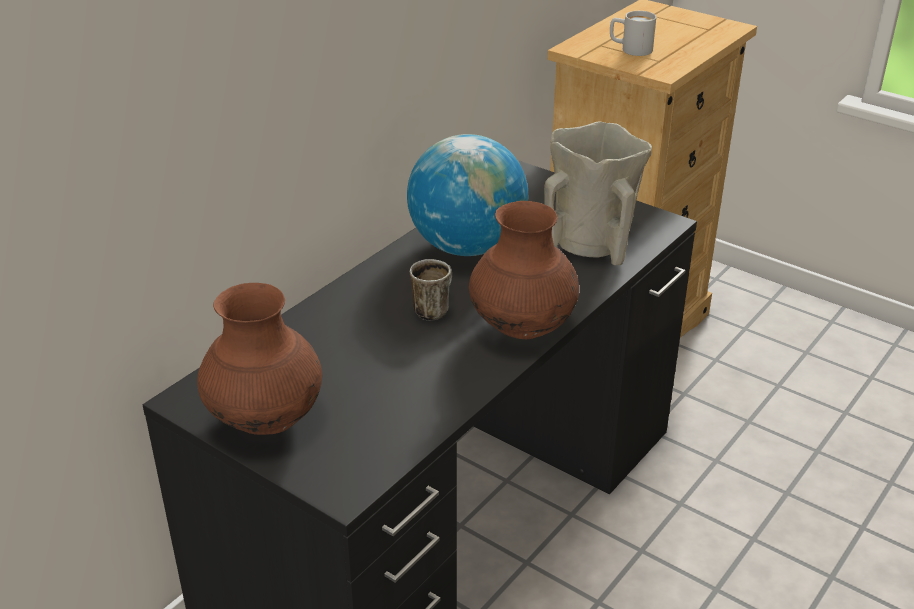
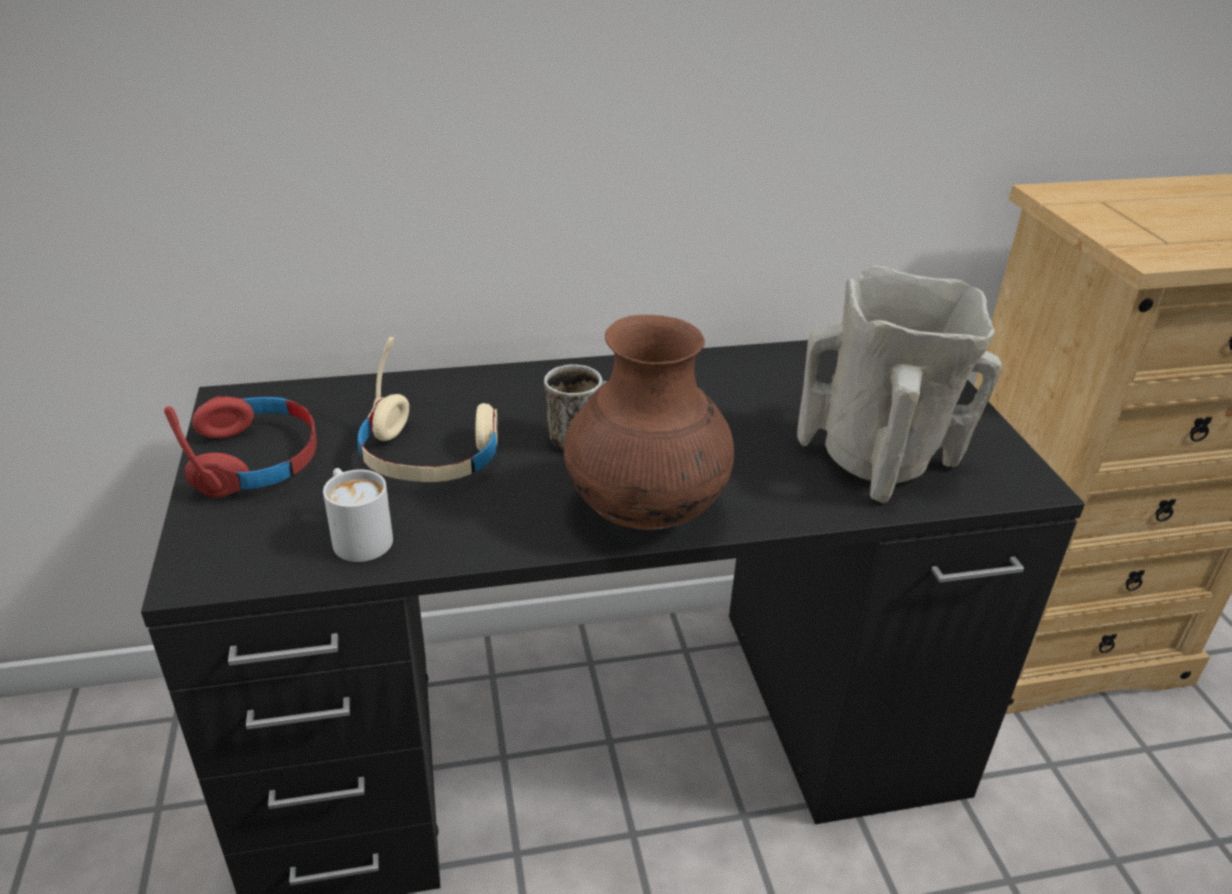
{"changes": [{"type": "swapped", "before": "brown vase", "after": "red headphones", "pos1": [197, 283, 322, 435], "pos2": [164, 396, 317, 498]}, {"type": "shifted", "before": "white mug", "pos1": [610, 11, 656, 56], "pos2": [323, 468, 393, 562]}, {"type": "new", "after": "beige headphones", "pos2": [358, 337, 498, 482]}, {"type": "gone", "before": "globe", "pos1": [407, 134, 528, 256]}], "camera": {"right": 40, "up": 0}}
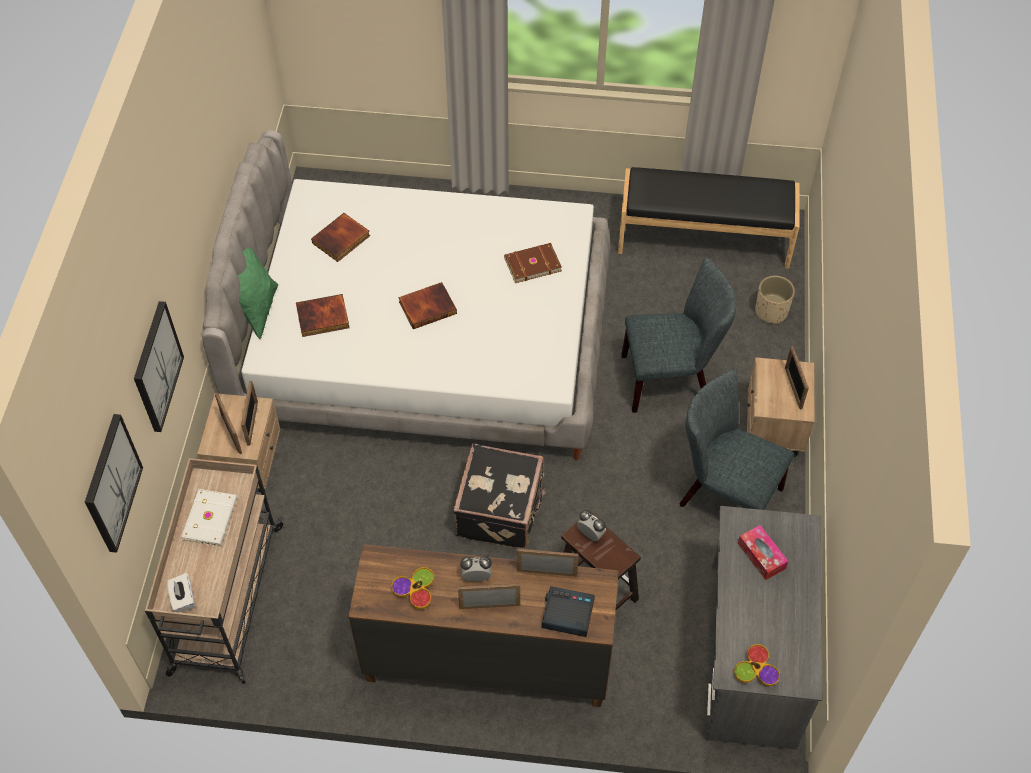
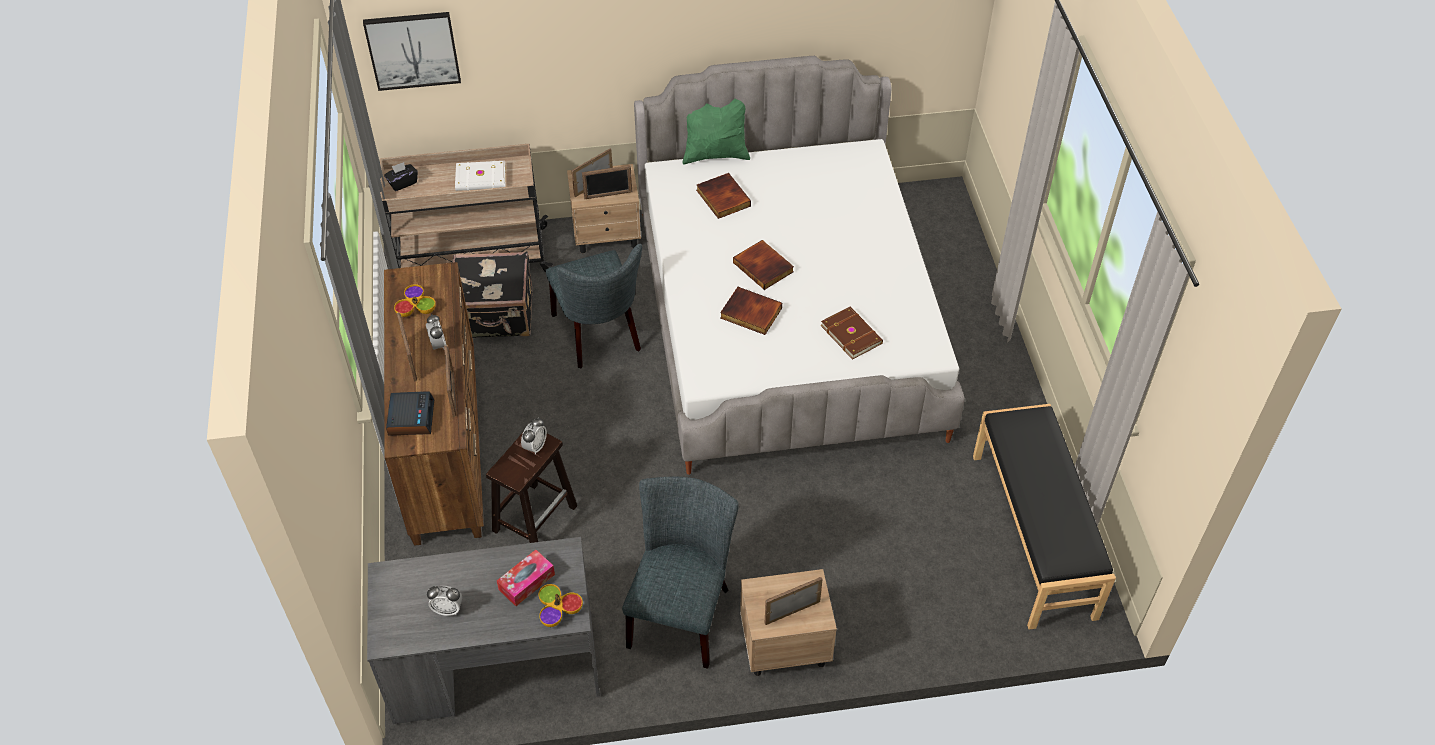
{"changes": [{"type": "repainted", "before": "white tissue box", "after": "black tissue box", "pos1": [167, 573, 195, 612], "pos2": [384, 162, 418, 191]}, {"type": "new", "after": "alarm clock", "pos2": [427, 586, 462, 616]}, {"type": "shifted", "before": "black suitcase", "pos1": [453, 443, 546, 549], "pos2": [453, 251, 532, 338]}, {"type": "shifted", "before": "bowl", "pos1": [734, 644, 780, 686], "pos2": [539, 584, 583, 627]}, {"type": "shifted", "before": "grey chair", "pos1": [621, 257, 736, 413], "pos2": [546, 244, 642, 368]}, {"type": "shifted", "before": "book", "pos1": [311, 213, 370, 262], "pos2": [720, 287, 782, 335]}, {"type": "gone", "before": "picture", "pos1": [134, 301, 184, 432]}, {"type": "gone", "before": "beige planter", "pos1": [755, 276, 795, 324]}], "camera": {"right": 75, "up": -5}}
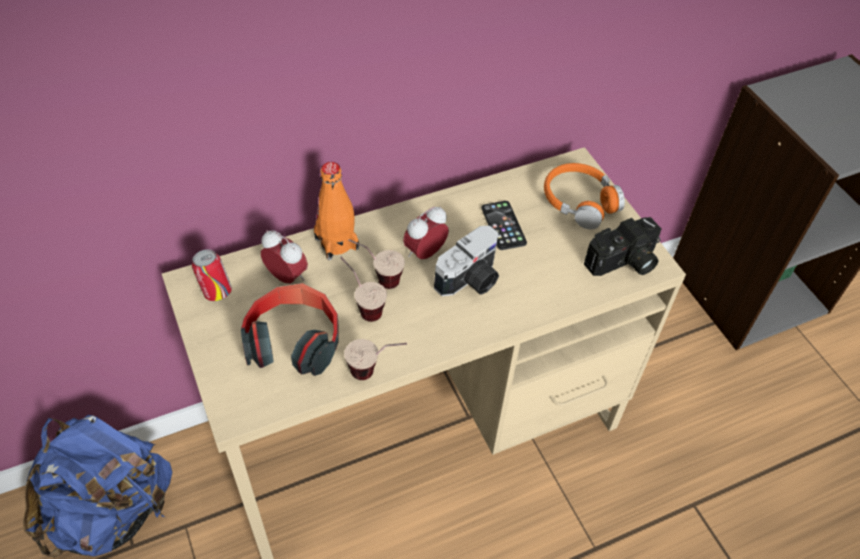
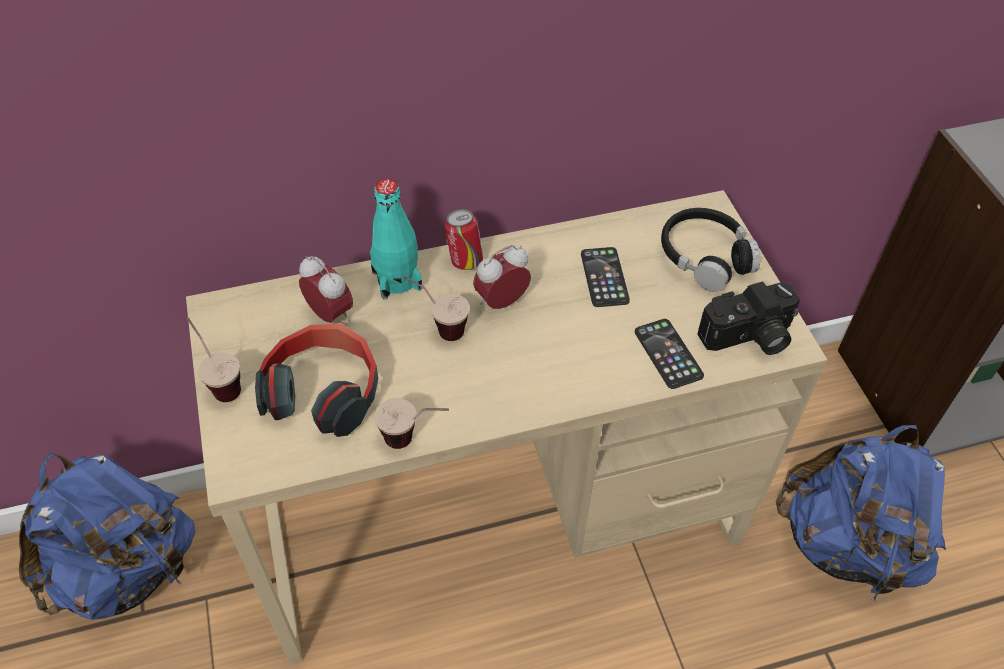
{"changes": [{"type": "shifted", "before": "cup", "pos1": [340, 257, 387, 322], "pos2": [187, 317, 241, 402]}, {"type": "repainted", "before": "orange bottle", "after": "turquoise bottle", "pos1": [314, 162, 359, 260], "pos2": [370, 179, 422, 300]}, {"type": "shifted", "before": "can", "pos1": [192, 249, 232, 301], "pos2": [445, 209, 483, 270]}, {"type": "new", "after": "phone", "pos2": [635, 319, 704, 389]}, {"type": "repainted", "before": "orange headphones", "after": "black headphones", "pos1": [544, 163, 625, 229], "pos2": [661, 208, 760, 292]}, {"type": "new", "after": "blue backpack", "pos2": [776, 425, 946, 600]}, {"type": "gone", "before": "photo camera", "pos1": [434, 226, 499, 296]}], "camera": {"right": 10, "up": 0}}
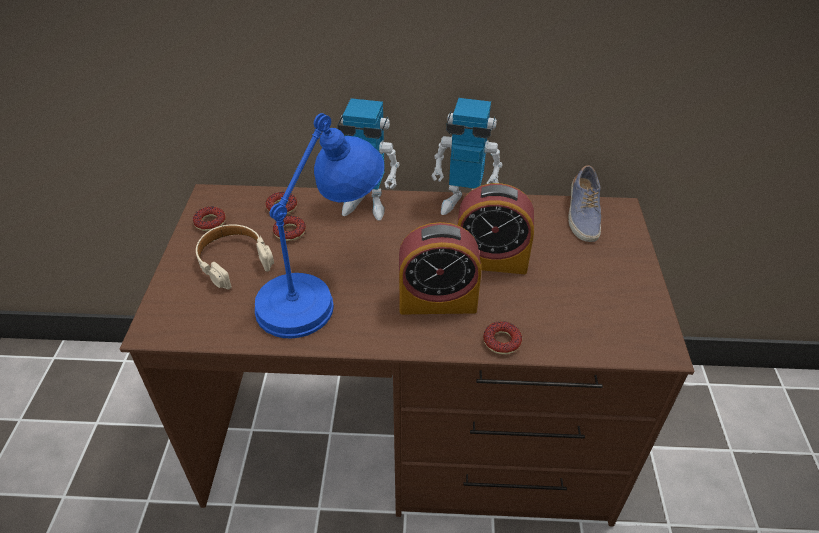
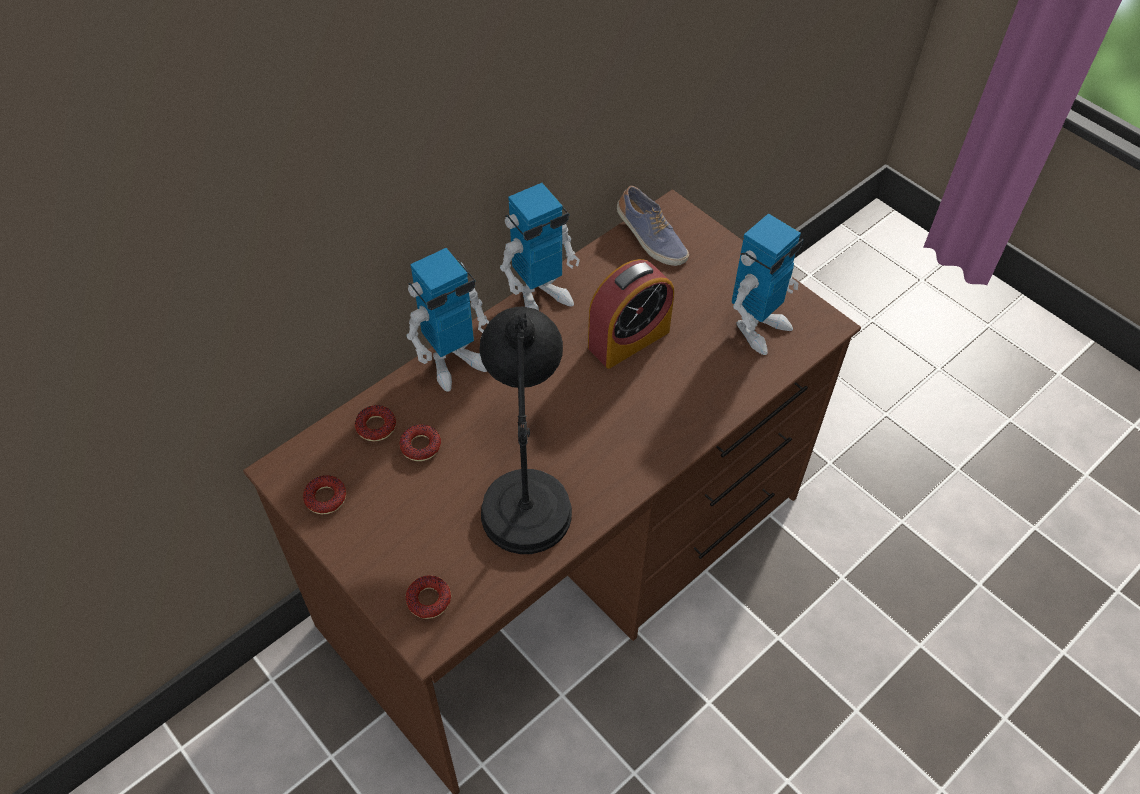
{"changes": [{"type": "shifted", "before": "donut", "pos1": [483, 321, 522, 355], "pos2": [406, 575, 451, 619]}, {"type": "repainted", "before": "blue table lamp", "after": "black table lamp", "pos1": [255, 113, 384, 339], "pos2": [479, 306, 572, 554]}, {"type": "new", "after": "toy robot", "pos2": [732, 213, 804, 355]}, {"type": "gone", "before": "beige headphones", "pos1": [196, 224, 274, 290]}, {"type": "gone", "before": "alarm clock", "pos1": [399, 222, 481, 315]}], "camera": {"right": -45, "up": 10}}
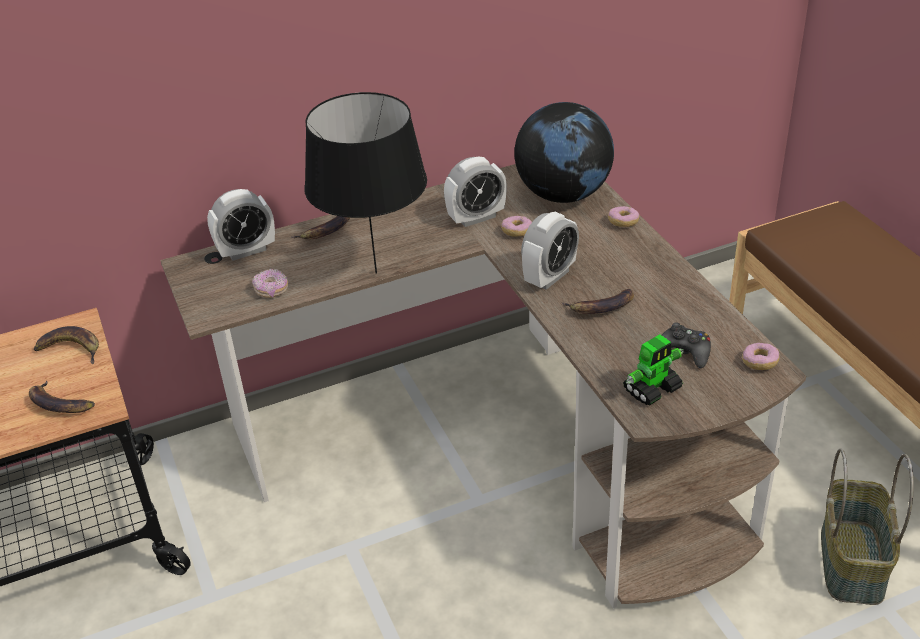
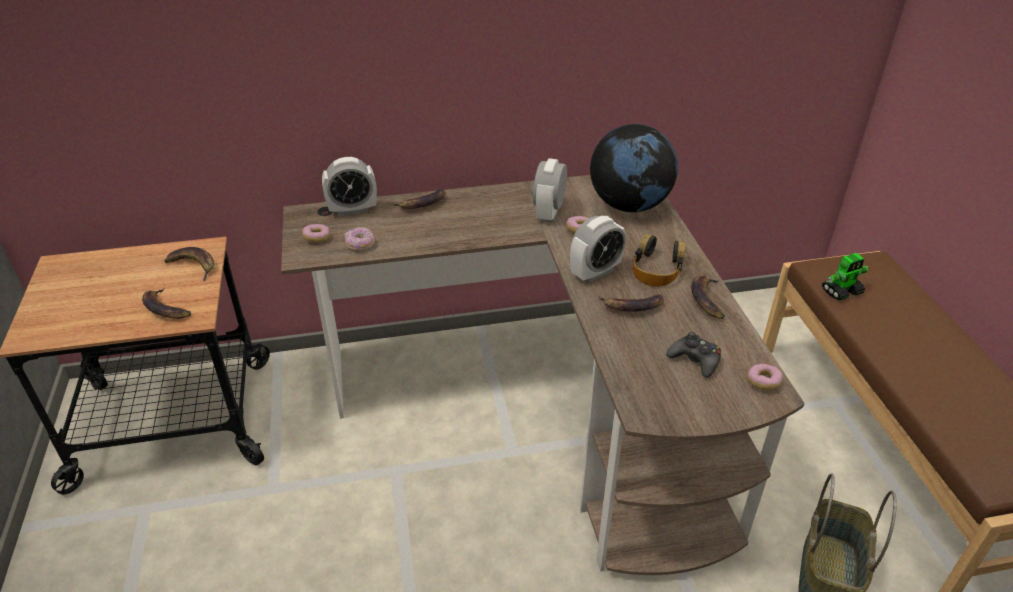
{"changes": [{"type": "shifted", "before": "donut", "pos1": [608, 206, 639, 227], "pos2": [302, 224, 330, 243]}, {"type": "rotated", "before": "alarm clock", "pos1": [444, 157, 507, 227], "pos2": [533, 158, 567, 222], "turn": 120}, {"type": "new", "after": "headphones", "pos2": [632, 234, 685, 287]}, {"type": "new", "after": "banana", "pos2": [691, 275, 725, 319]}, {"type": "shifted", "before": "toy robot", "pos1": [623, 334, 683, 405], "pos2": [822, 253, 869, 300]}, {"type": "gone", "before": "black table lamp", "pos1": [304, 92, 427, 274]}], "camera": {"right": 10, "up": 0}}
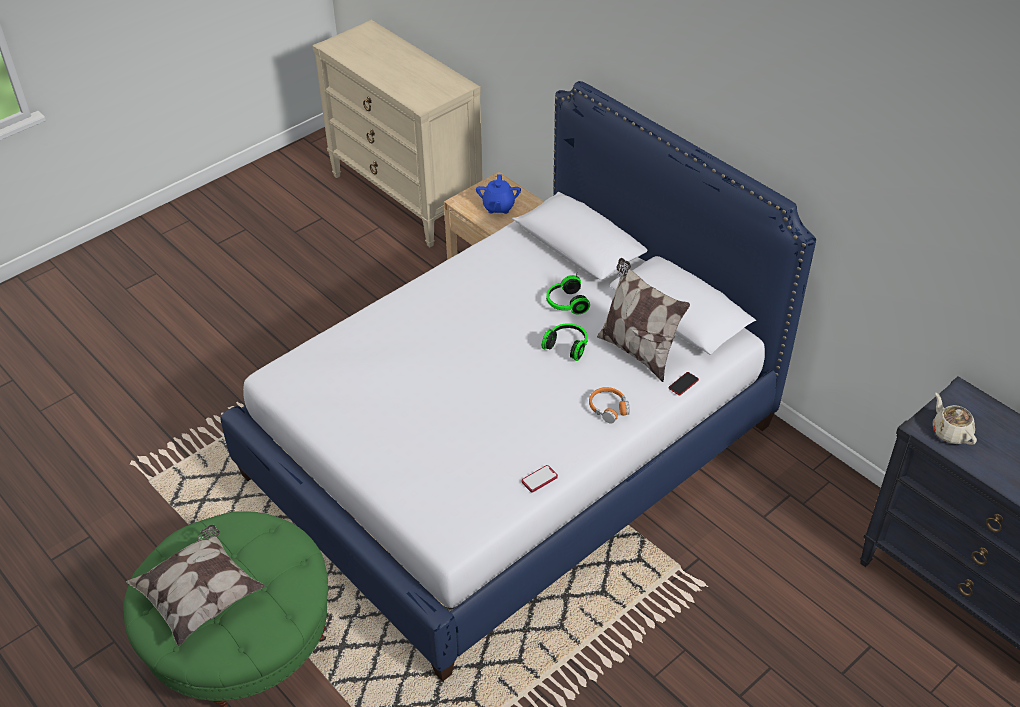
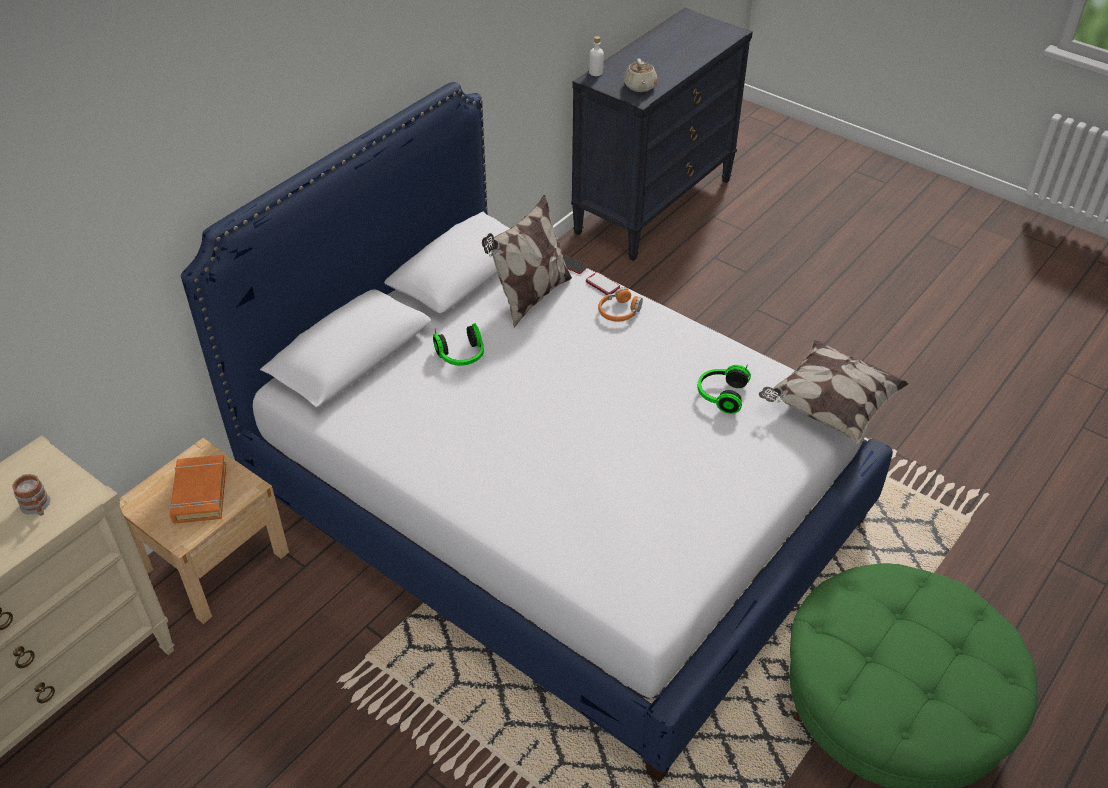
{"changes": [{"type": "new", "after": "mug", "pos2": [12, 474, 50, 516]}, {"type": "swapped", "before": "blue teapot", "after": "orange book", "pos1": [476, 174, 521, 214], "pos2": [169, 455, 226, 523]}, {"type": "shifted", "before": "phone", "pos1": [522, 465, 558, 492], "pos2": [586, 272, 620, 295]}, {"type": "new", "after": "white bottle", "pos2": [589, 36, 604, 76]}, {"type": "rotated", "before": "beige teapot", "pos1": [933, 393, 977, 445], "pos2": [624, 59, 657, 92], "turn": -60}, {"type": "shifted", "before": "headphones", "pos1": [542, 323, 588, 361], "pos2": [697, 364, 751, 414]}, {"type": "shifted", "before": "pillow", "pos1": [126, 525, 265, 646], "pos2": [759, 340, 909, 444]}], "camera": {"right": -100, "up": 0}}
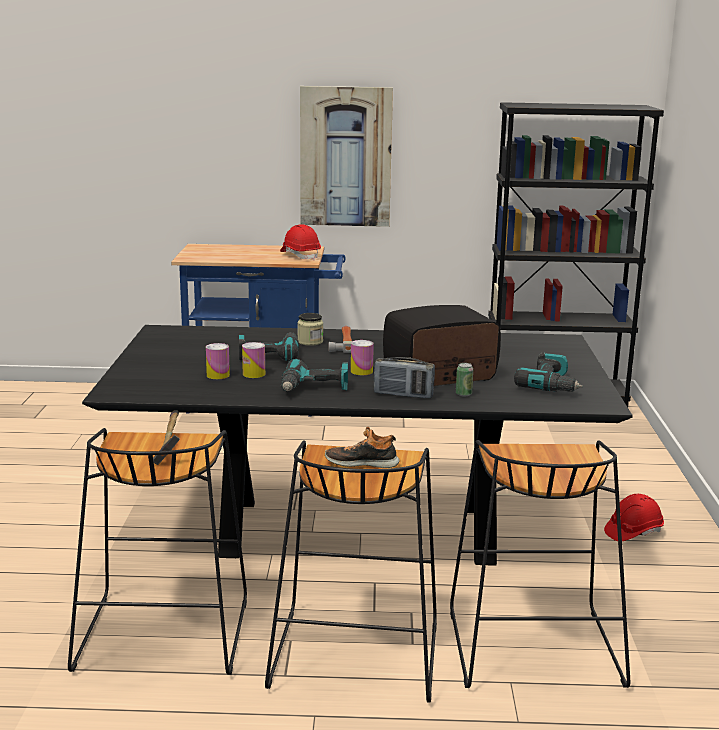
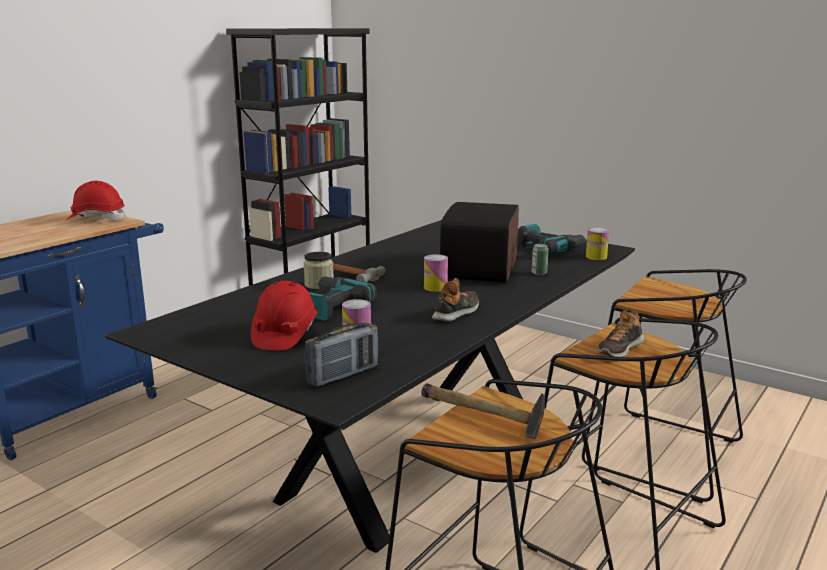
{"changes": [{"type": "shifted", "before": "red hard hat", "pos1": [604, 494, 664, 541], "pos2": [251, 281, 318, 351]}, {"type": "shifted", "before": "radio", "pos1": [374, 357, 435, 399], "pos2": [304, 323, 378, 387]}, {"type": "swapped", "before": "power drill", "after": "shoe", "pos1": [281, 359, 348, 392], "pos2": [432, 278, 479, 322]}, {"type": "shifted", "before": "can", "pos1": [242, 342, 265, 378], "pos2": [586, 228, 609, 260]}, {"type": "gone", "before": "picture", "pos1": [300, 86, 393, 227]}], "camera": {"right": -55, "up": 0}}
